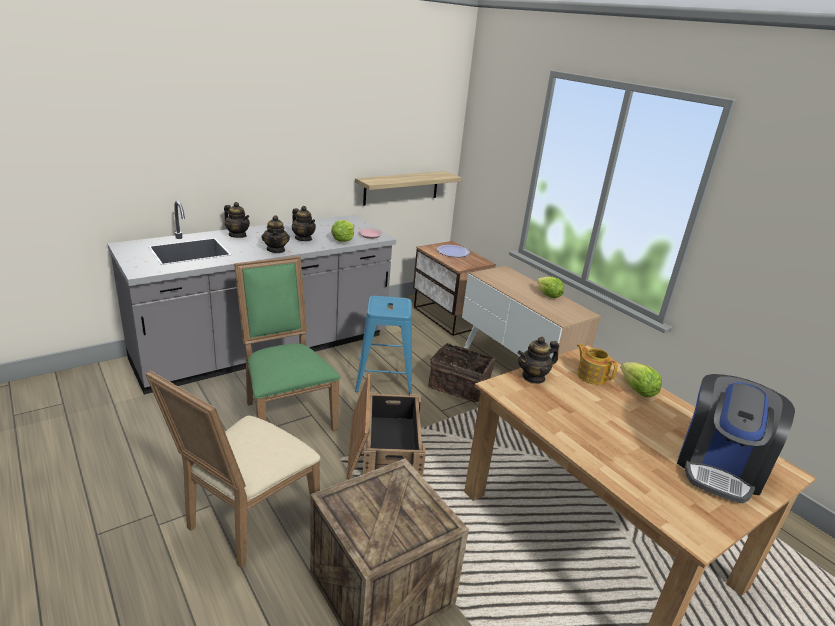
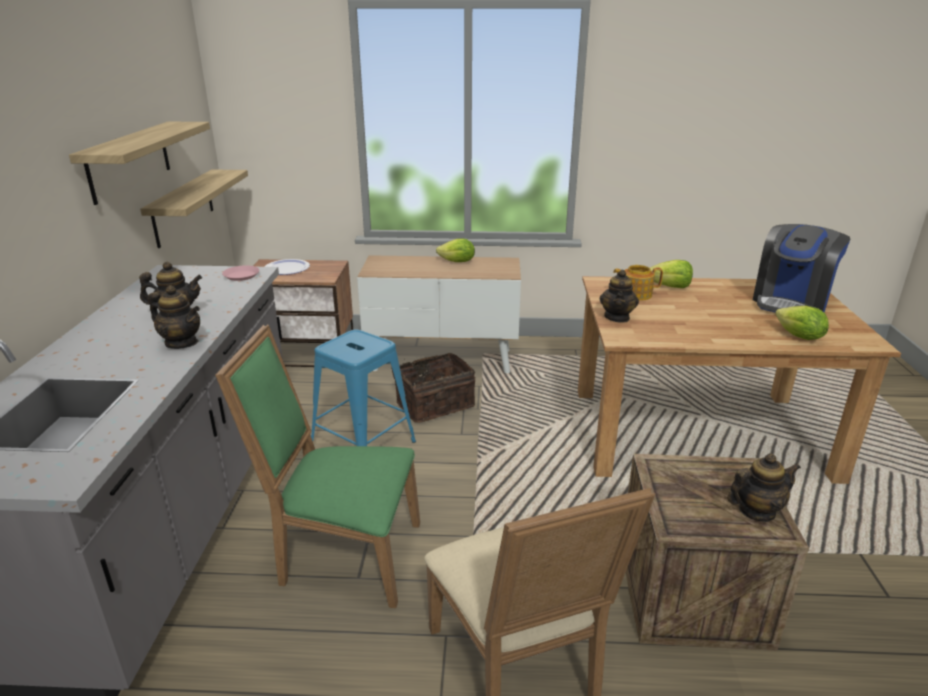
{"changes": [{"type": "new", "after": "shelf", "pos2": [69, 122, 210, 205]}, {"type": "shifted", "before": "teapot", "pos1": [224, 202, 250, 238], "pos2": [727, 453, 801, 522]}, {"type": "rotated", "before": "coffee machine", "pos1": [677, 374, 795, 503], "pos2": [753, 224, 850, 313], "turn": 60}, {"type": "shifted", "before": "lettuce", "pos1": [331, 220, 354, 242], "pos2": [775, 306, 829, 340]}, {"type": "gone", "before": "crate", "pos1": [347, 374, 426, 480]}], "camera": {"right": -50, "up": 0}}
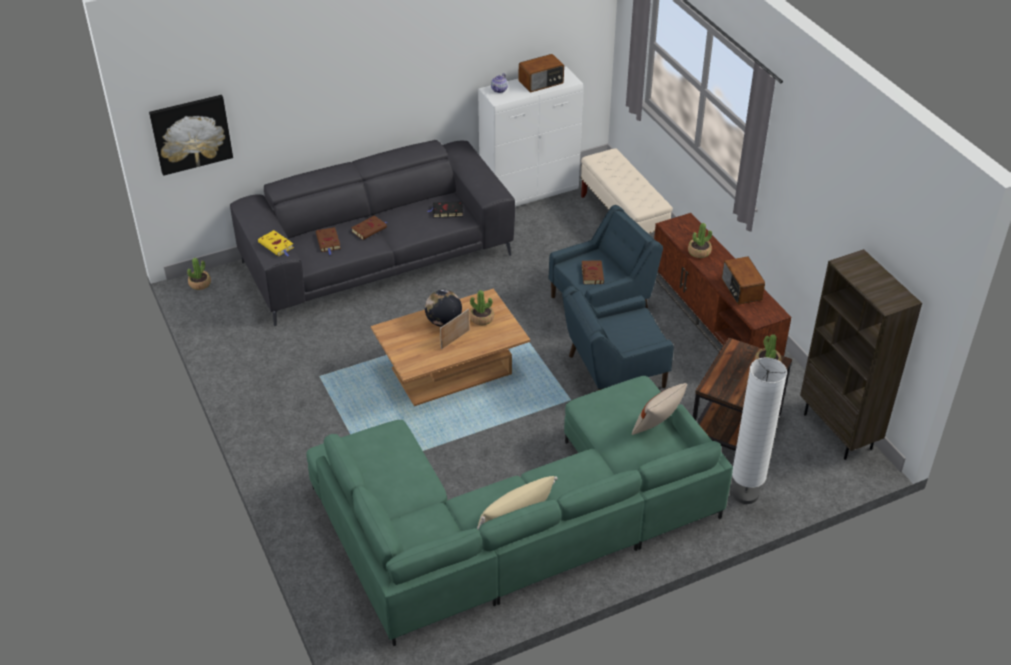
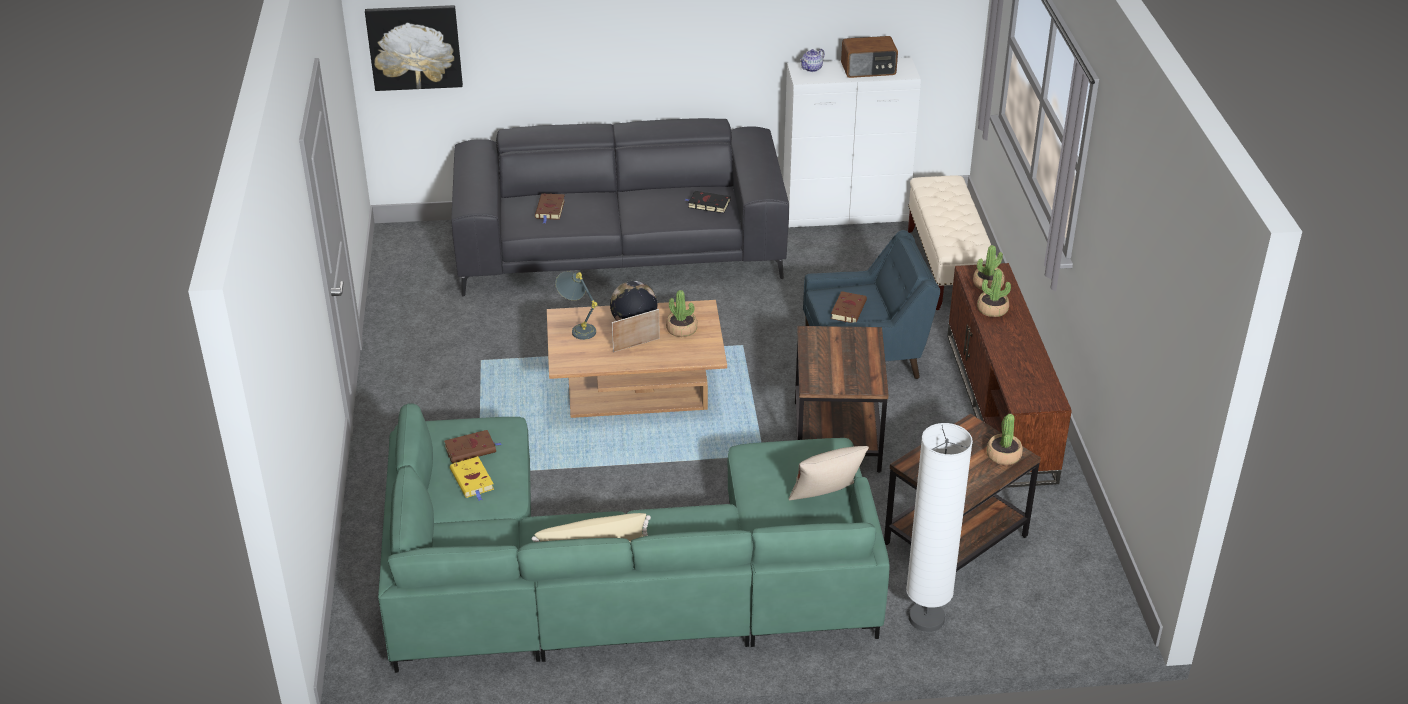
{"changes": [{"type": "shifted", "before": "brown book", "pos1": [351, 215, 387, 240], "pos2": [444, 430, 502, 463]}, {"type": "shifted", "before": "yellow book", "pos1": [258, 230, 294, 256], "pos2": [450, 456, 494, 501]}, {"type": "new", "after": "grey table lamp", "pos2": [555, 271, 597, 340]}, {"type": "swapped", "before": "blue armchair", "after": "brown side table", "pos1": [562, 286, 674, 390], "pos2": [795, 326, 888, 473]}, {"type": "shifted", "before": "potted plant", "pos1": [187, 258, 211, 290], "pos2": [973, 245, 1005, 290]}, {"type": "gone", "before": "radio", "pos1": [722, 256, 765, 305]}, {"type": "gone", "before": "brown bookcase", "pos1": [800, 249, 922, 460]}], "camera": {"right": 20, "up": -5}}
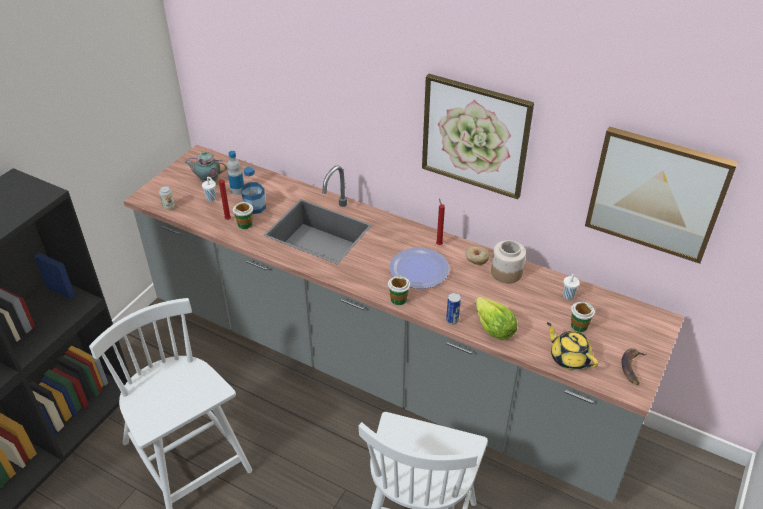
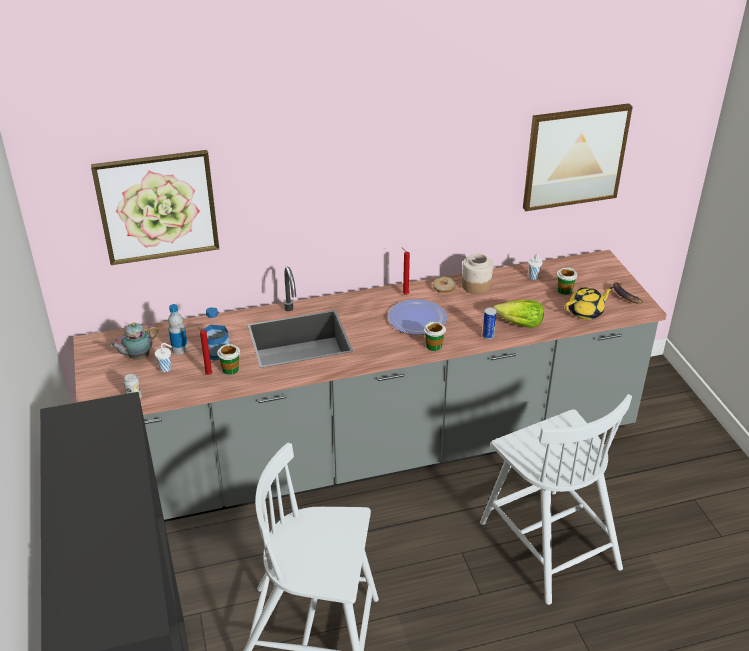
{"changes": [{"type": "shifted", "before": "picture", "pos1": [422, 74, 534, 199], "pos2": [91, 150, 219, 265]}, {"type": "rotated", "before": "yellow teapot", "pos1": [547, 322, 598, 370], "pos2": [565, 287, 613, 320], "turn": 150}], "camera": {"right": -45, "up": -5}}
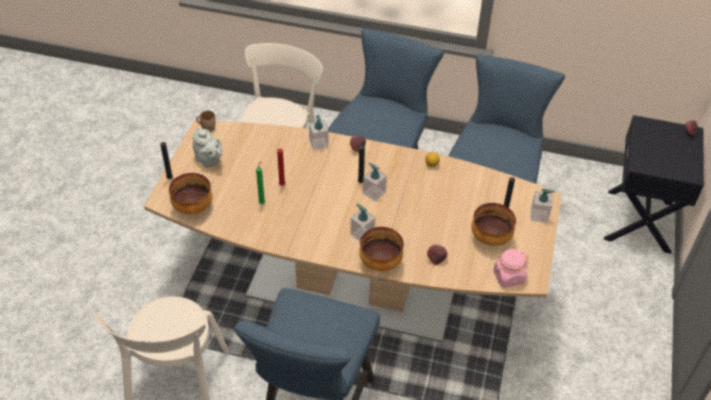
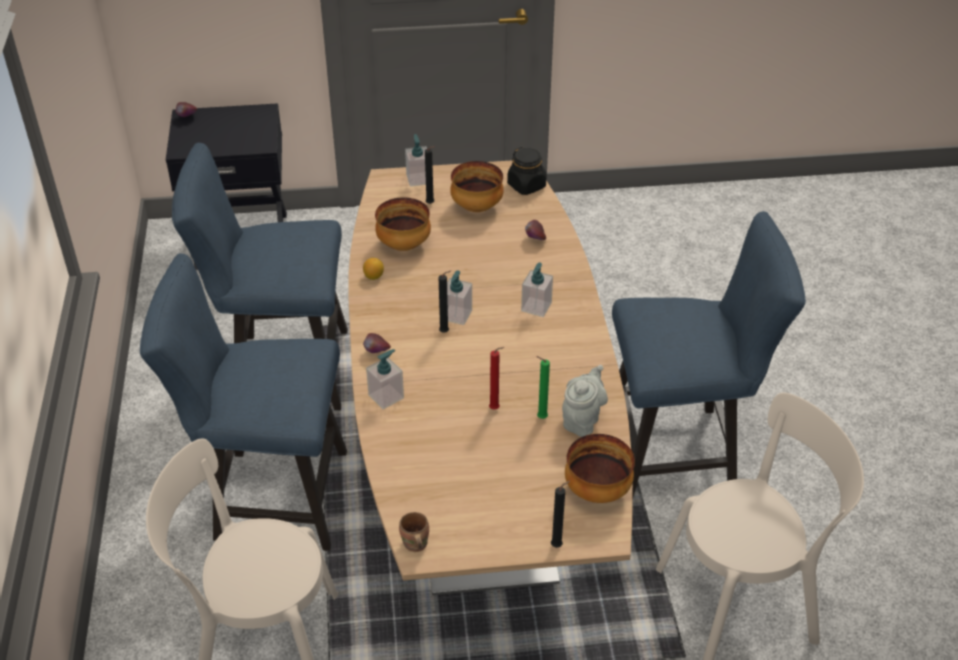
{"changes": [{"type": "shifted", "before": "bowl", "pos1": [359, 227, 404, 271], "pos2": [375, 197, 431, 251]}, {"type": "repainted", "before": "pink jar", "after": "black jar", "pos1": [493, 249, 529, 288], "pos2": [507, 147, 547, 195]}, {"type": "shifted", "before": "grey teapot", "pos1": [192, 127, 222, 167], "pos2": [562, 365, 608, 437]}], "camera": {"right": -110, "up": -5}}
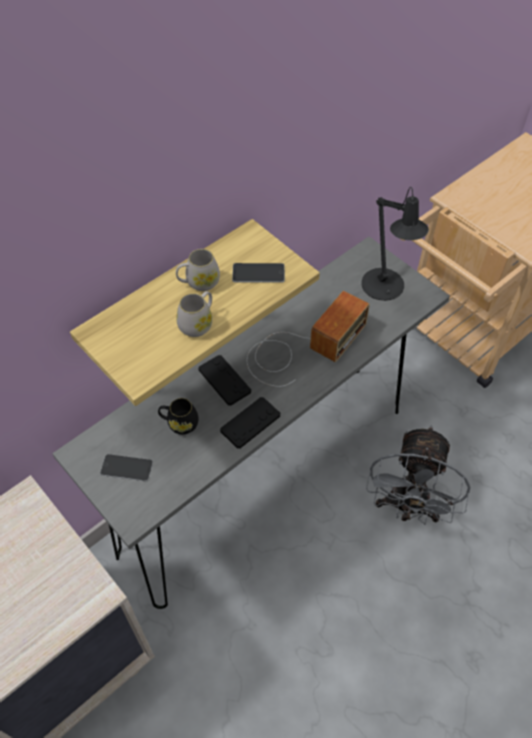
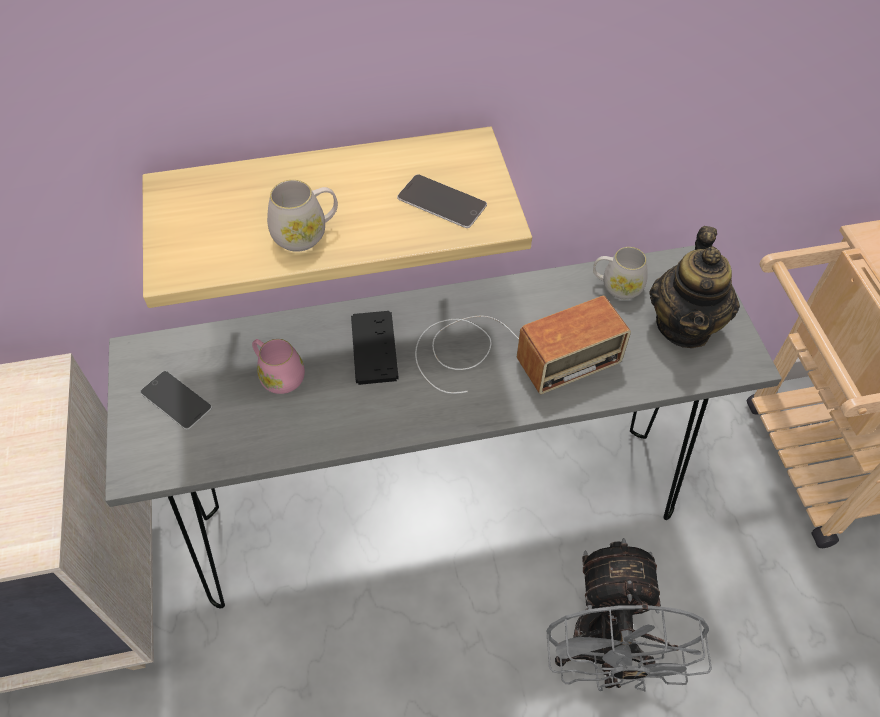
{"changes": [{"type": "repainted", "before": "black mug", "after": "pink mug", "pos1": [158, 398, 198, 434], "pos2": [252, 339, 305, 394]}, {"type": "rotated", "before": "grey fan", "pos1": [366, 425, 470, 525], "pos2": [547, 538, 712, 691], "turn": -45}, {"type": "shifted", "before": "white mug", "pos1": [176, 249, 220, 291], "pos2": [593, 247, 648, 299]}, {"type": "swapped", "before": "black table lamp", "after": "teapot", "pos1": [361, 187, 429, 301], "pos2": [649, 226, 740, 348]}, {"type": "gone", "before": "black game controller", "pos1": [220, 397, 280, 449]}], "camera": {"right": 30, "up": 0}}
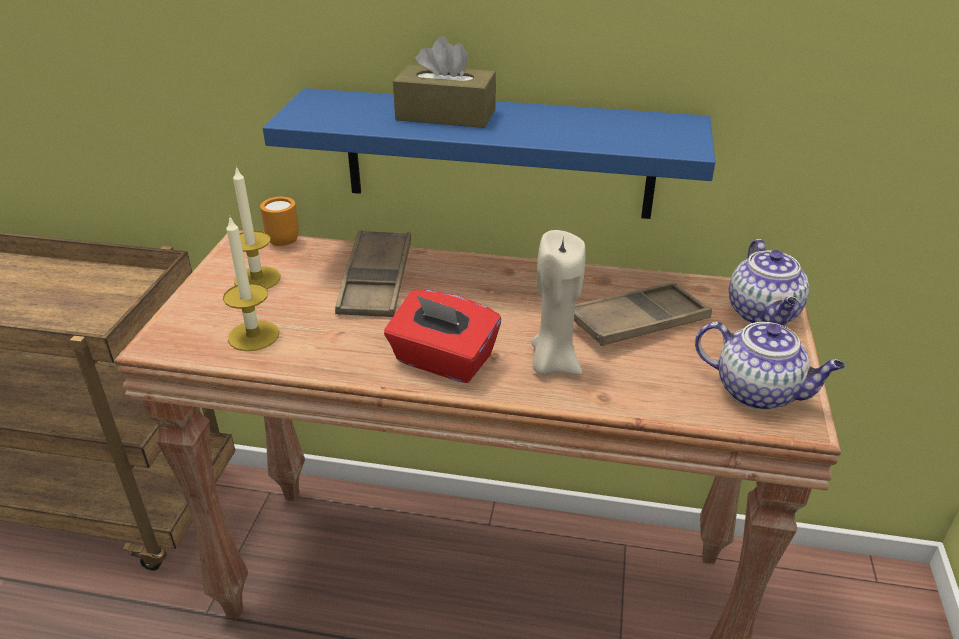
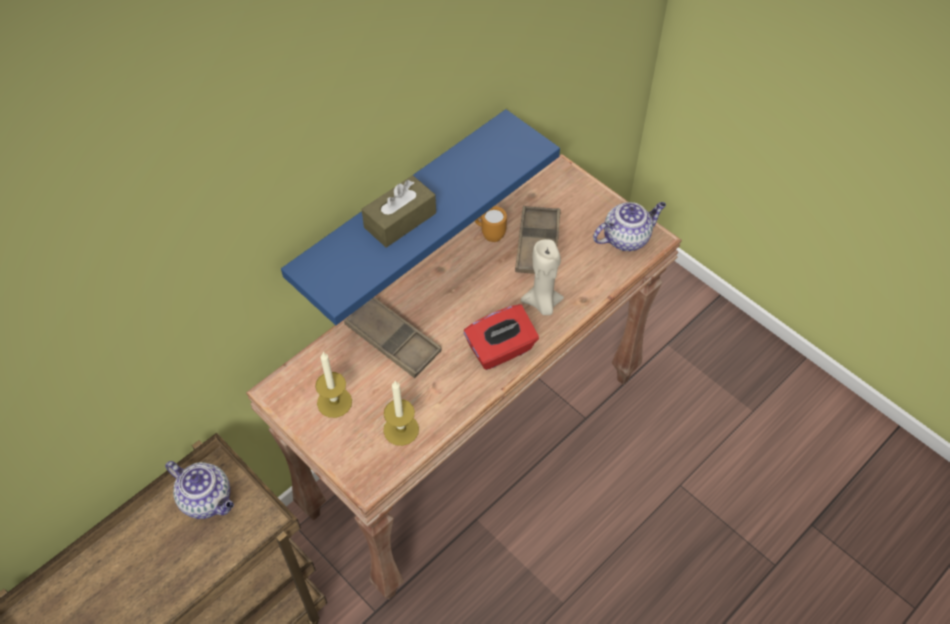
{"changes": [{"type": "shifted", "before": "teapot", "pos1": [729, 239, 809, 326], "pos2": [165, 461, 234, 519]}, {"type": "shifted", "before": "orange mug", "pos1": [260, 197, 299, 246], "pos2": [475, 206, 507, 242]}], "camera": {"right": -55, "up": 20}}
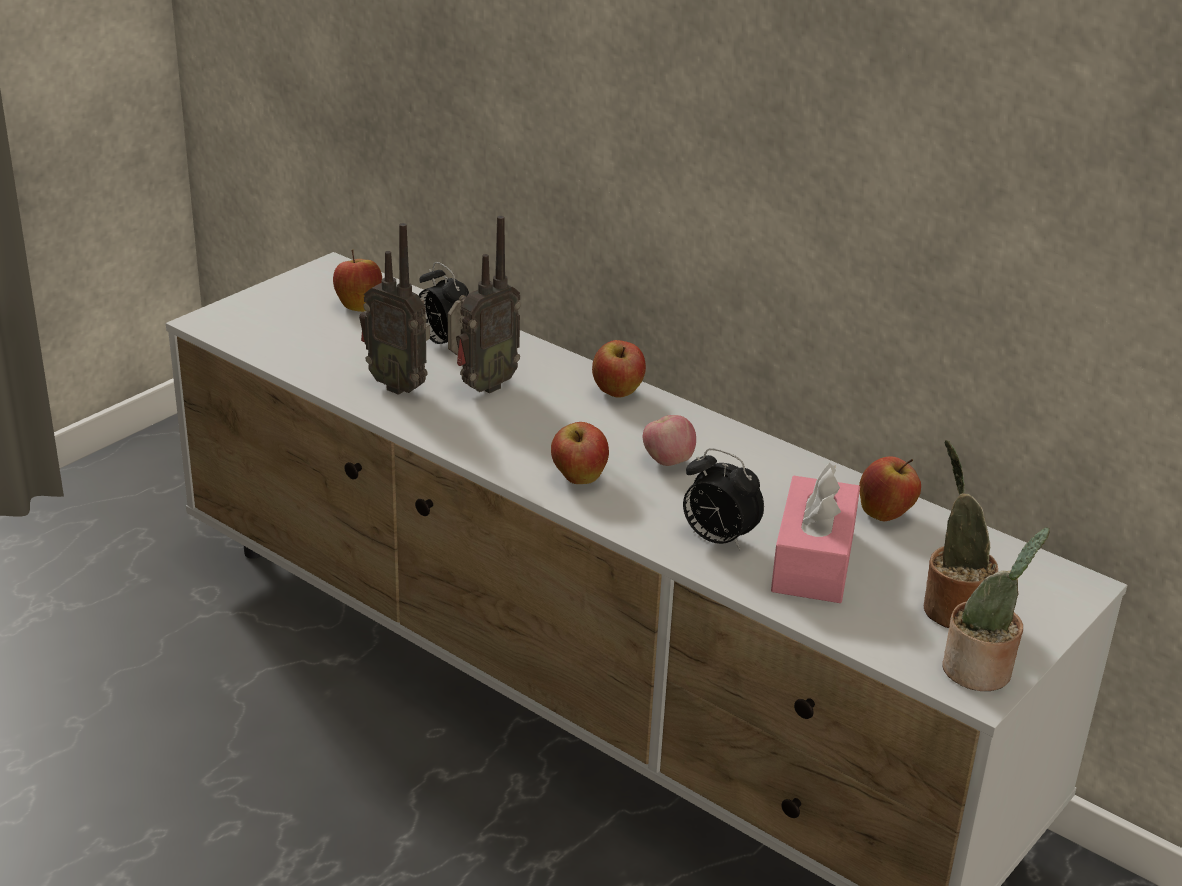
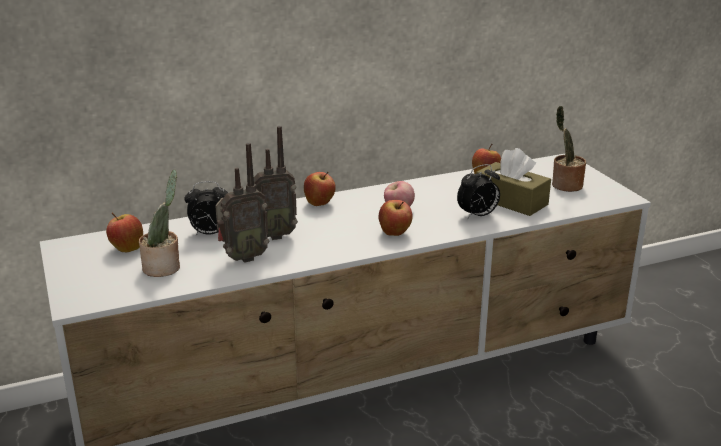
{"changes": [{"type": "shifted", "before": "potted plant", "pos1": [943, 527, 1050, 691], "pos2": [139, 170, 180, 277]}, {"type": "rotated", "before": "radio", "pos1": [448, 216, 521, 393], "pos2": [254, 126, 298, 240], "turn": 90}, {"type": "repainted", "before": "pink tissue box", "after": "brown tissue box", "pos1": [771, 463, 860, 603], "pos2": [476, 148, 551, 216]}], "camera": {"right": -60, "up": -5}}
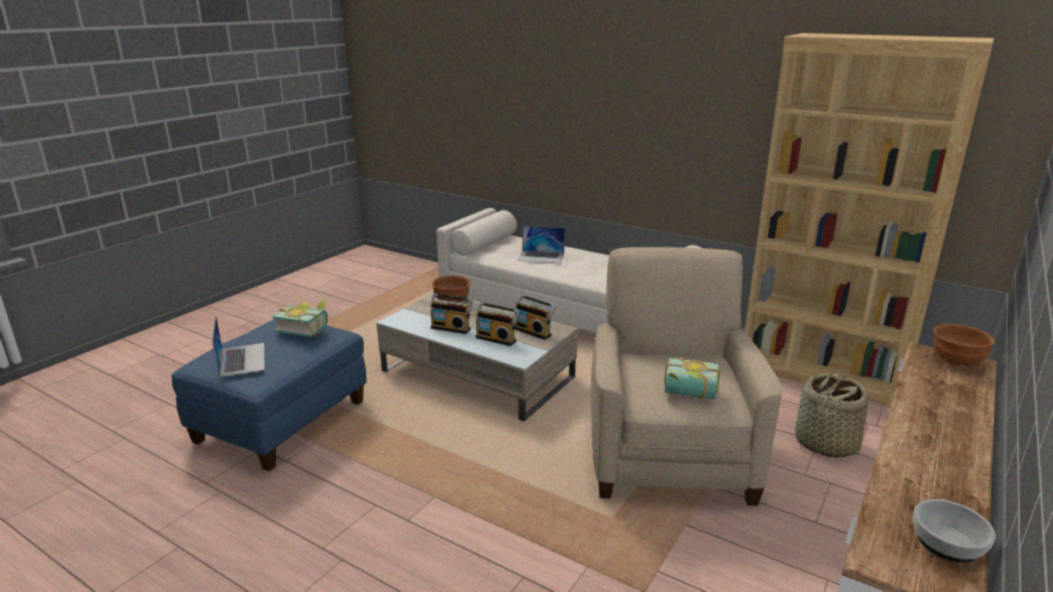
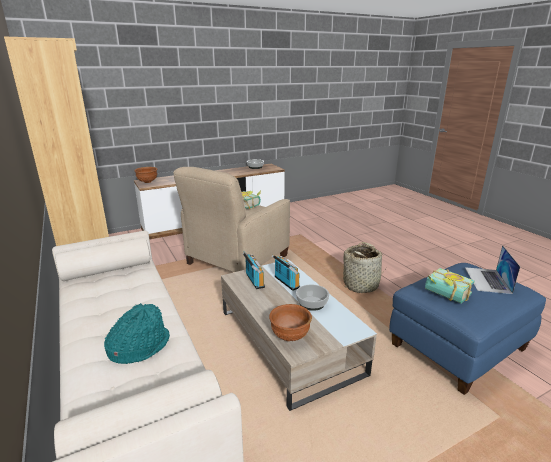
{"changes": [{"type": "swapped", "before": "laptop", "after": "turquoise hat", "pos1": [518, 226, 565, 263], "pos2": [104, 303, 170, 364]}, {"type": "swapped", "before": "radio", "after": "bowl", "pos1": [430, 294, 473, 334], "pos2": [296, 284, 329, 311]}, {"type": "shifted", "before": "basket", "pos1": [795, 371, 868, 458], "pos2": [341, 242, 385, 293]}], "camera": {"right": -150, "up": 0}}
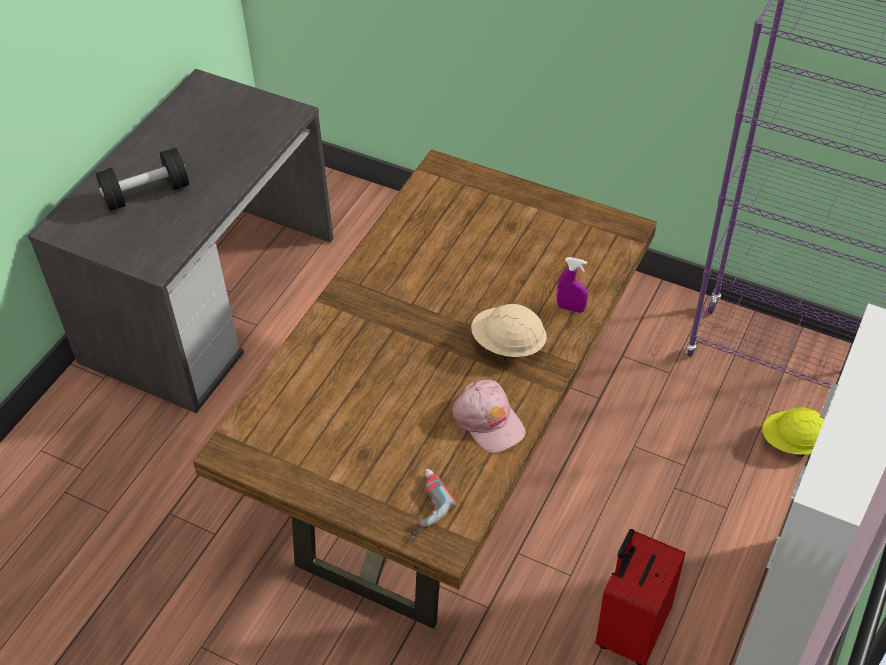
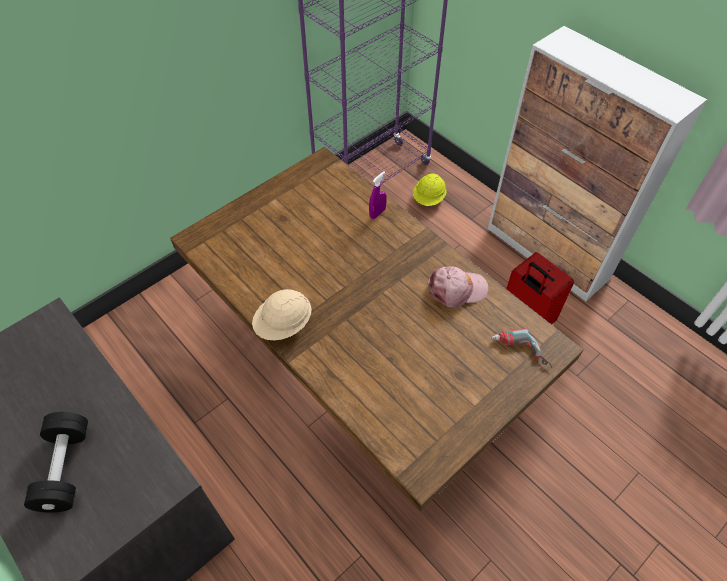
{"changes": [{"type": "shifted", "before": "beige hard hat", "pos1": [471, 304, 547, 360], "pos2": [252, 289, 312, 340]}], "camera": {"right": -70, "up": 5}}
